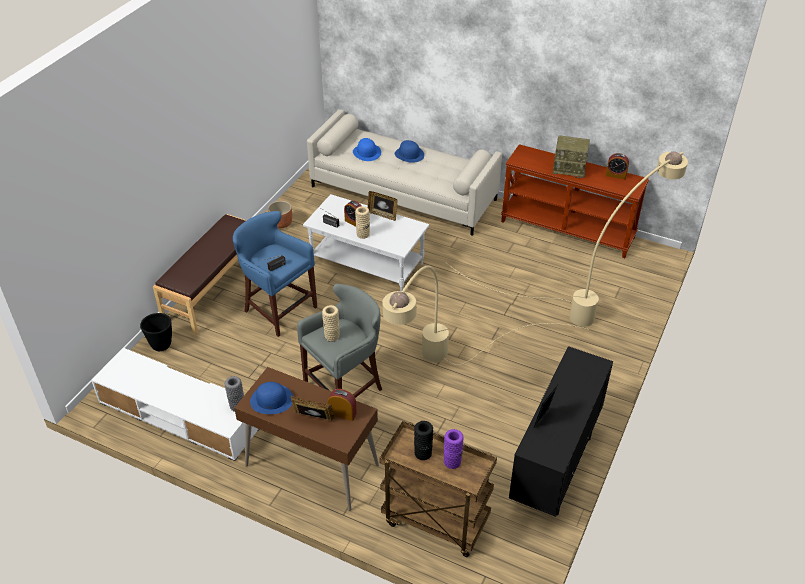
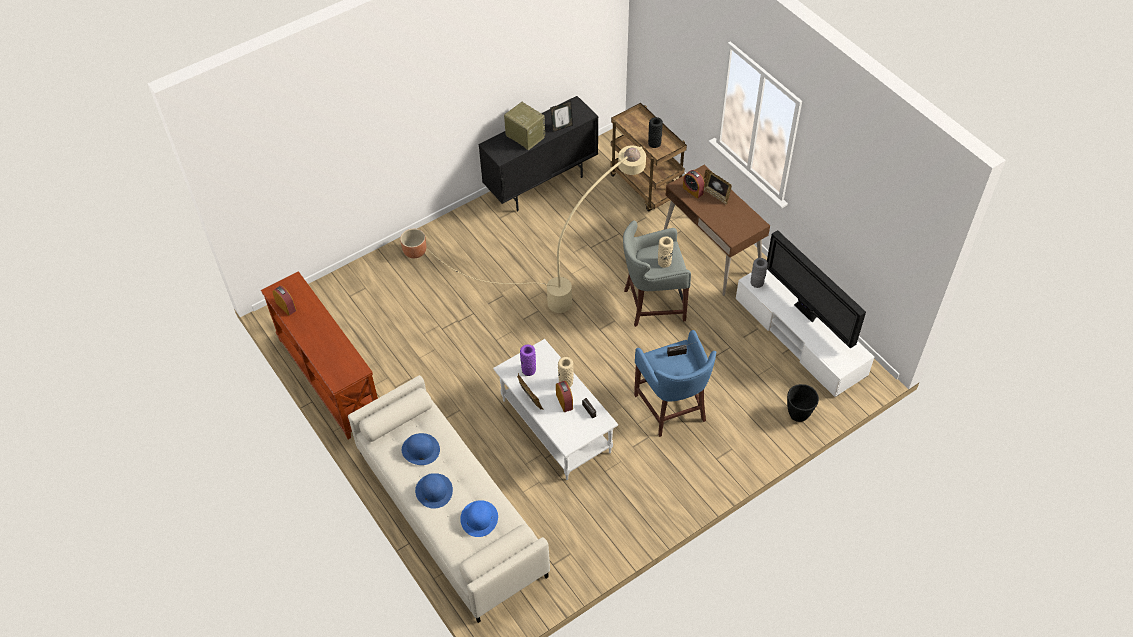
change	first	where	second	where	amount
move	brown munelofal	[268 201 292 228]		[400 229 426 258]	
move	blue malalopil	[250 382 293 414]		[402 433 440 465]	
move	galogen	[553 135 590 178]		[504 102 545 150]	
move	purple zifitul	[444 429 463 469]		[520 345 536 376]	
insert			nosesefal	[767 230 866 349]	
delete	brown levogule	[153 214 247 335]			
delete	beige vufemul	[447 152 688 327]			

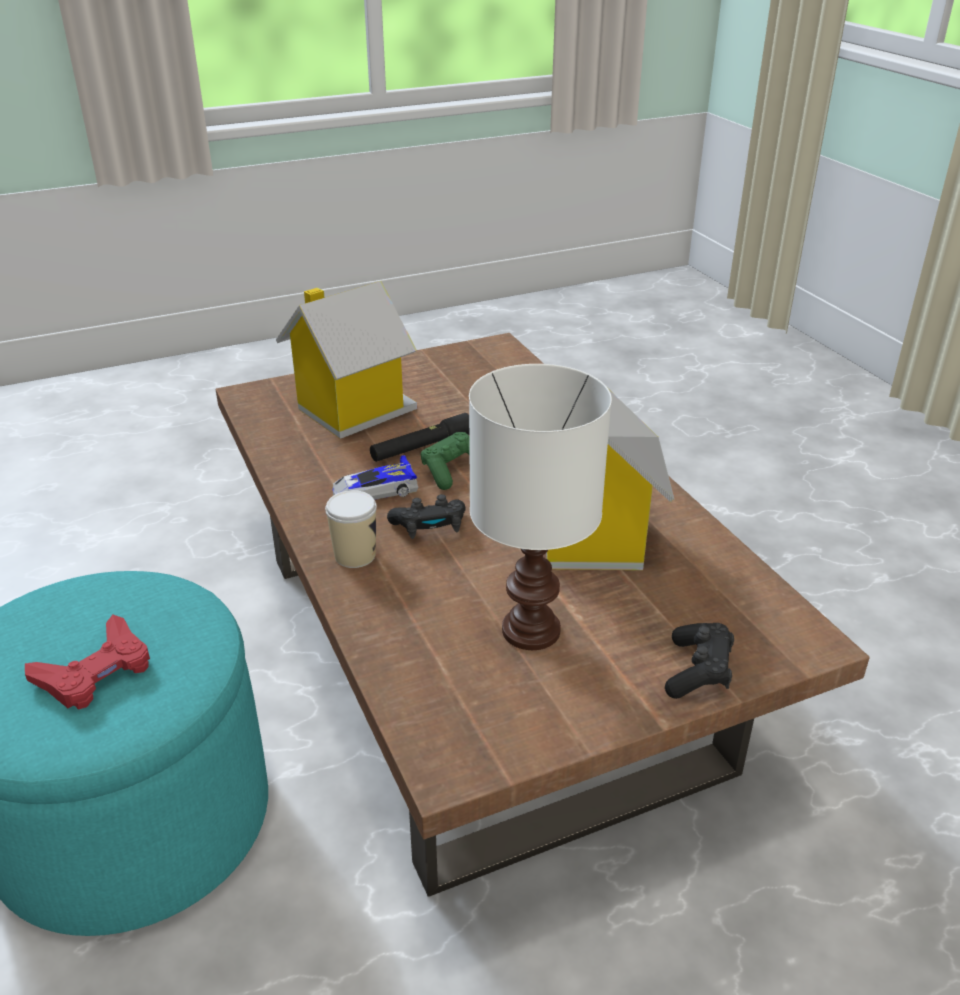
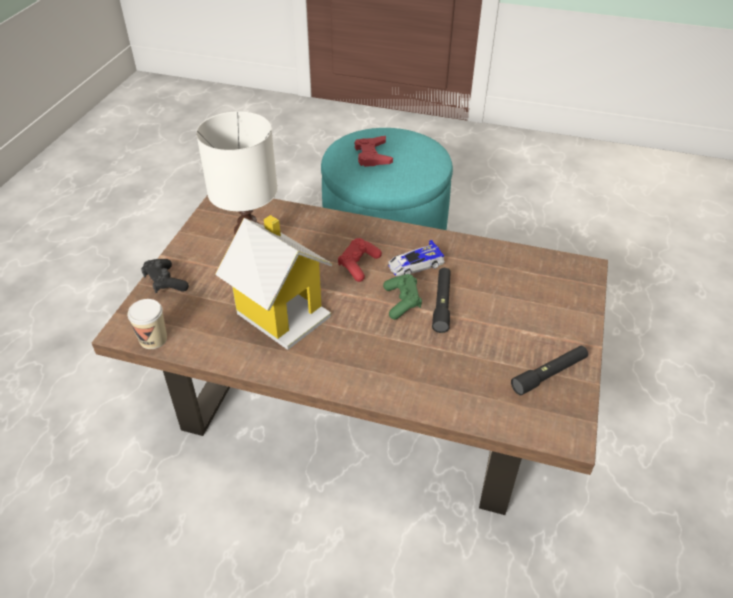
change	first	where	second	where	amount
move	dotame	[325 490 377 568]		[127 299 167 349]	
recolor	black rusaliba	[387 494 465 539]	red rusaliba	[338 238 382 282]	
rotate	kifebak	[332 455 419 500]		[388 240 444 276]	135 degrees counterclockwise
insert			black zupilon	[511 346 588 395]	
delete	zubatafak	[276 281 417 439]			

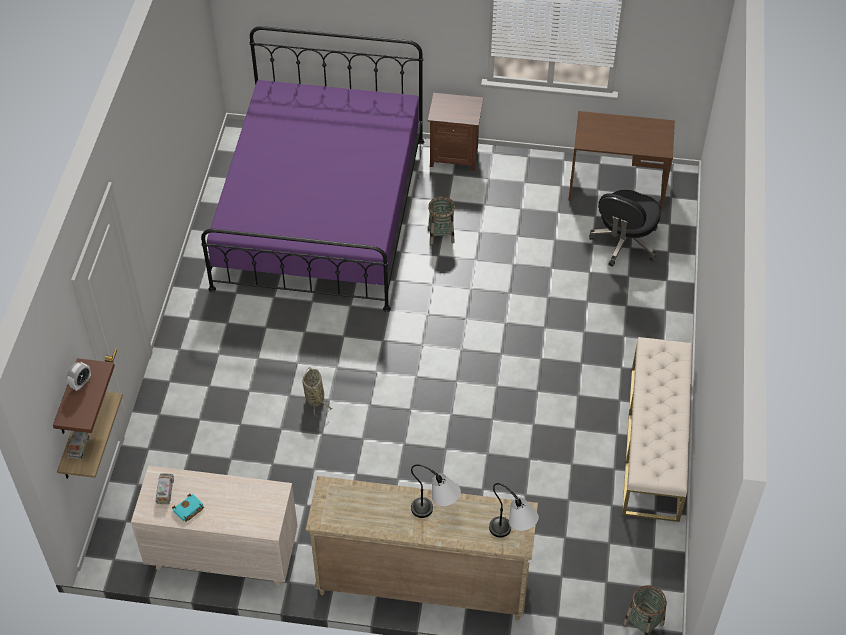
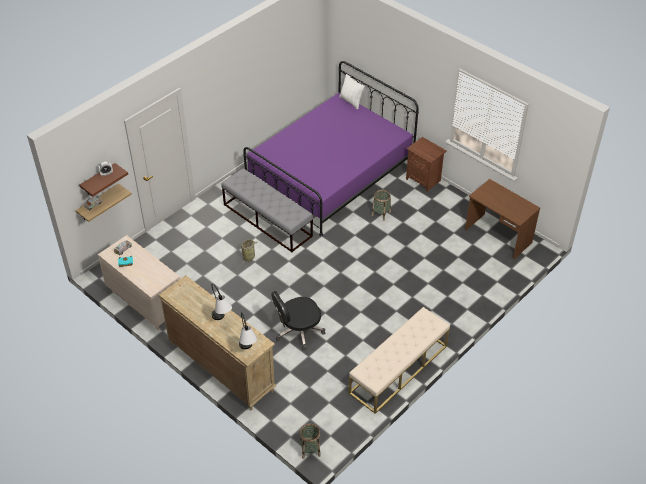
change	first	where	second	where	amount
insert			grey levogule	[221 168 313 252]	
move	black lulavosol	[589 190 661 267]		[271 291 325 351]	
insert			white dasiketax	[339 74 365 109]	

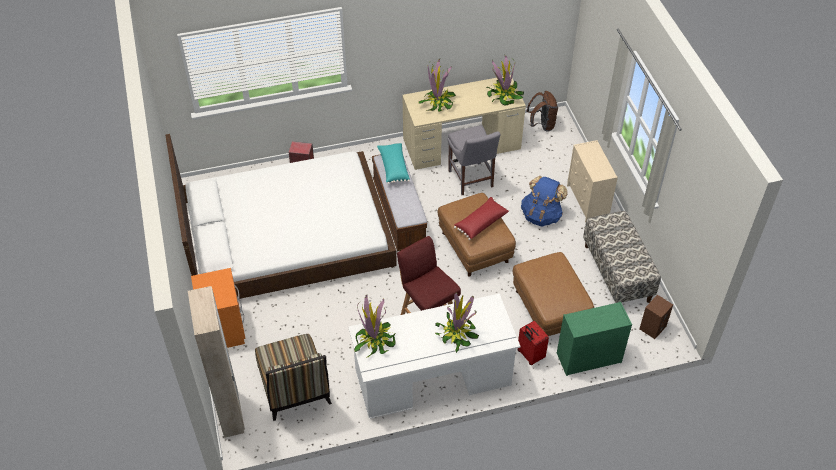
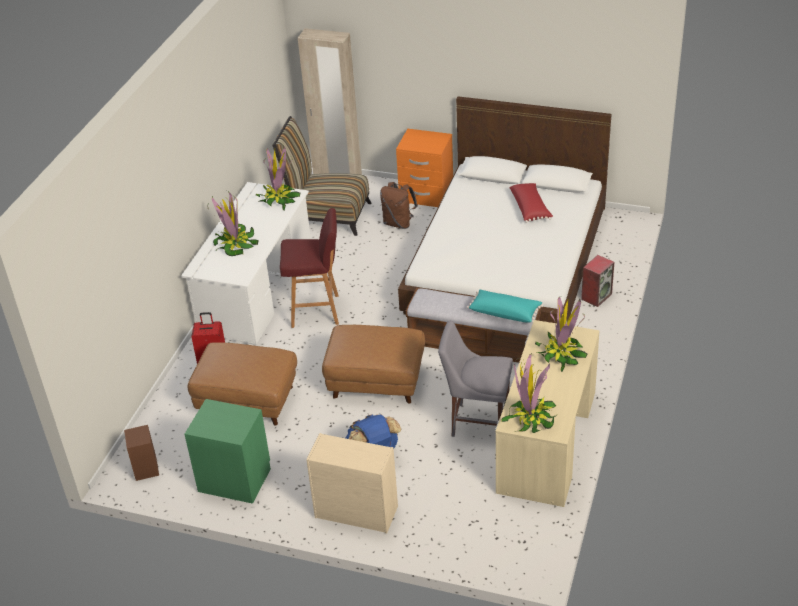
change	first	where	second	where	amount
replace	levogule	[583 211 661 303]	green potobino	[184 399 271 504]	
move	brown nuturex	[527 91 558 132]		[380 182 418 229]	
move	red dasiketax	[454 197 510 240]		[510 183 553 223]	
delete	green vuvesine	[557 302 632 376]			

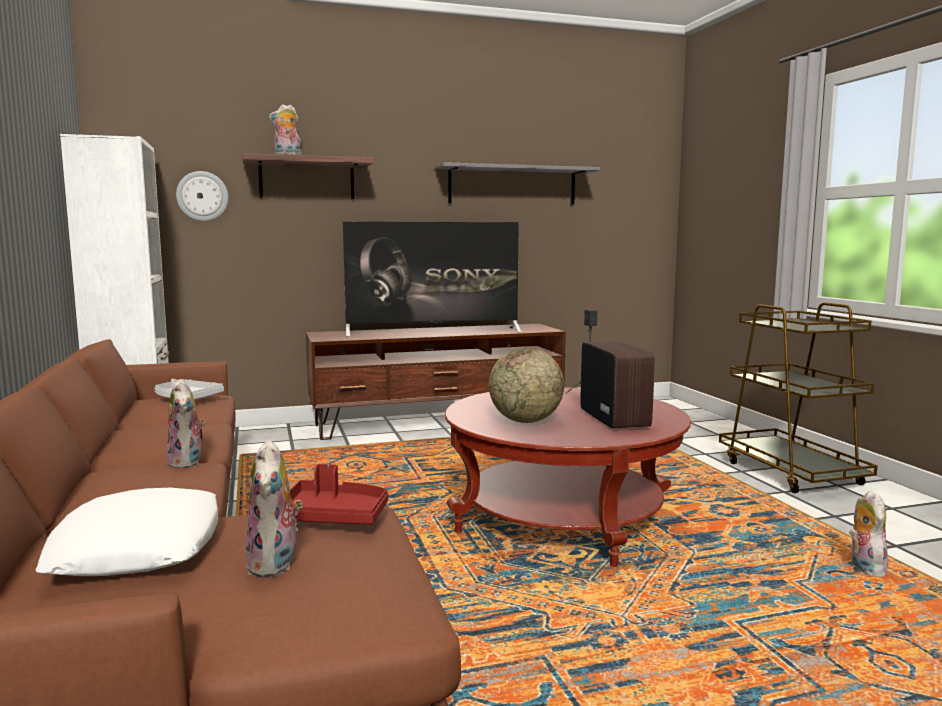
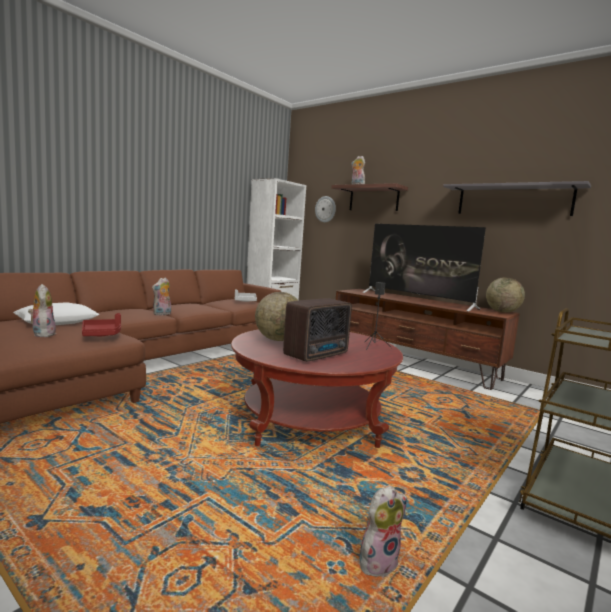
change	first	where	second	where	amount
rotate	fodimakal	[246 439 303 578]		[28 284 56 337]	105 degrees clockwise
insert			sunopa	[486 277 525 313]	

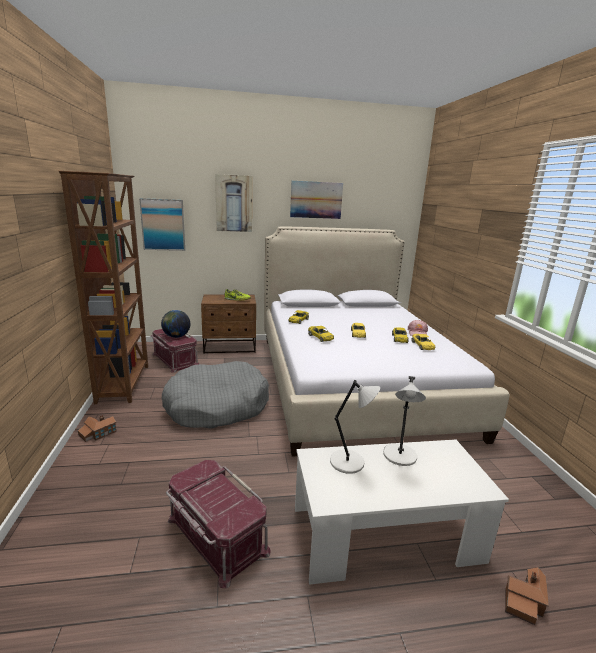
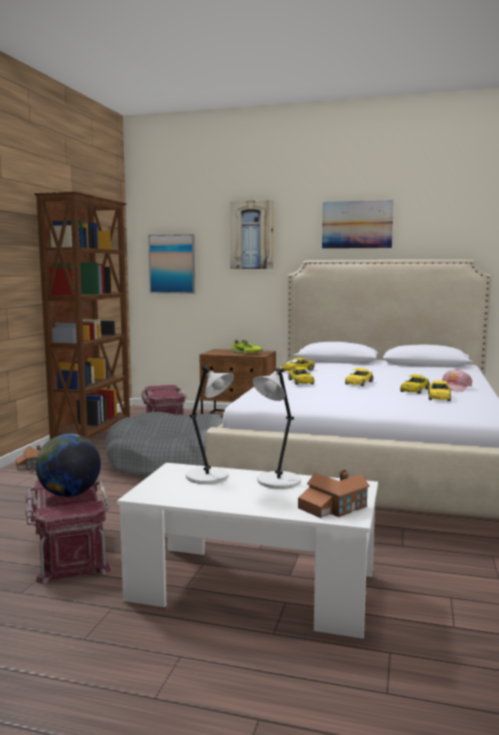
change	first	where	second	where	amount
move	sunopa	[161 310 190 338]		[36 434 101 497]	
move	zubatafak	[505 567 549 625]		[298 469 370 518]	

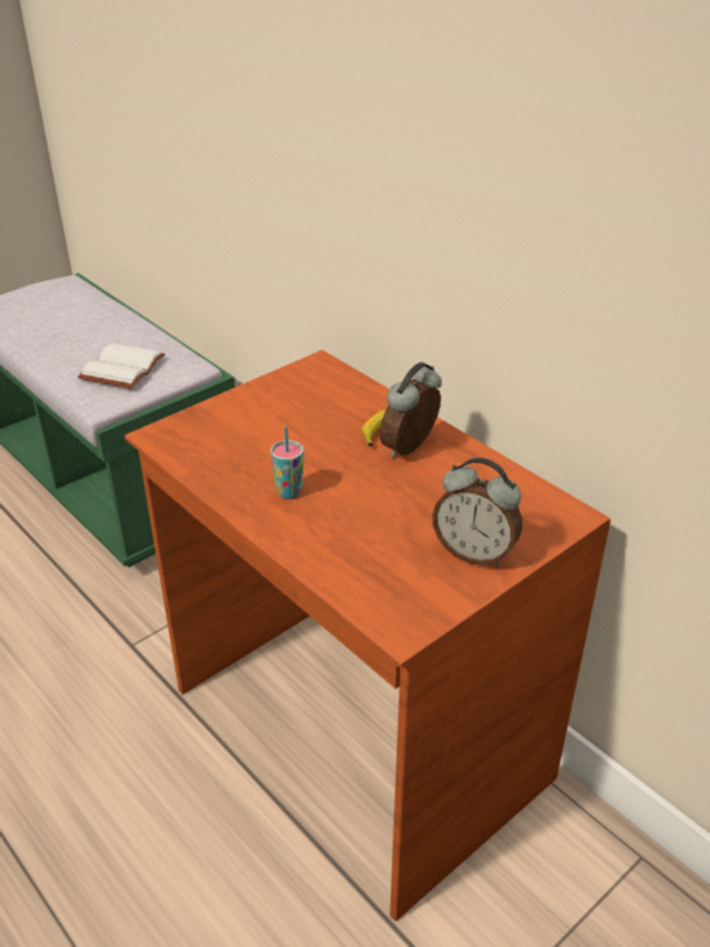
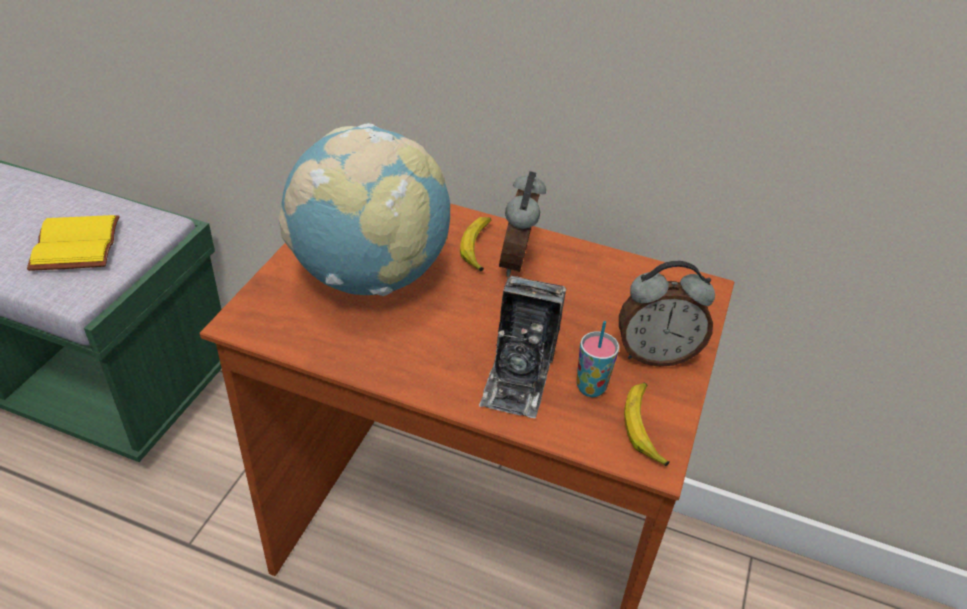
change	first	where	second	where	amount
recolor	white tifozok	[78 343 165 389]	yellow tifozok	[27 215 120 271]	
insert			sunopa	[279 123 450 296]	
insert			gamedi	[479 276 566 418]	
move	dotame	[271 427 304 499]		[576 321 619 397]	
insert			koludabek	[624 383 670 466]	

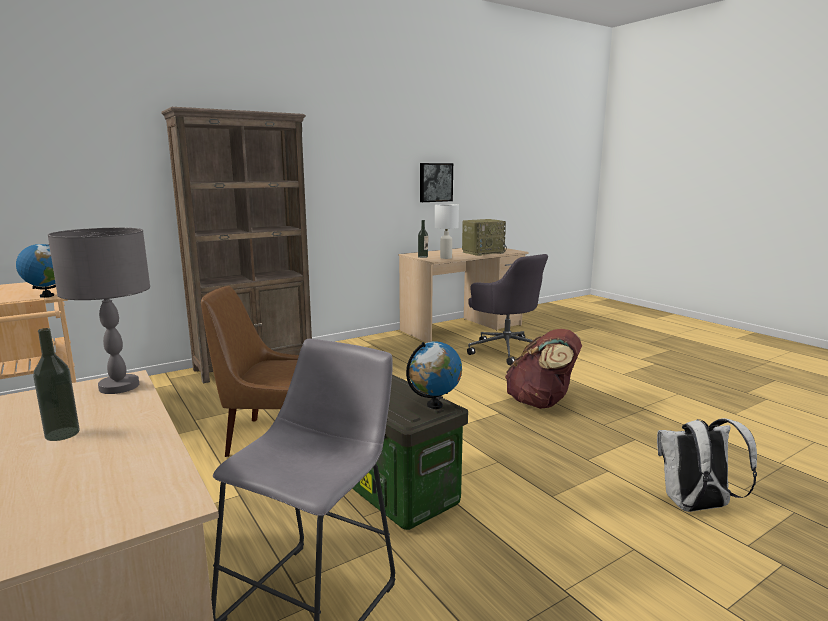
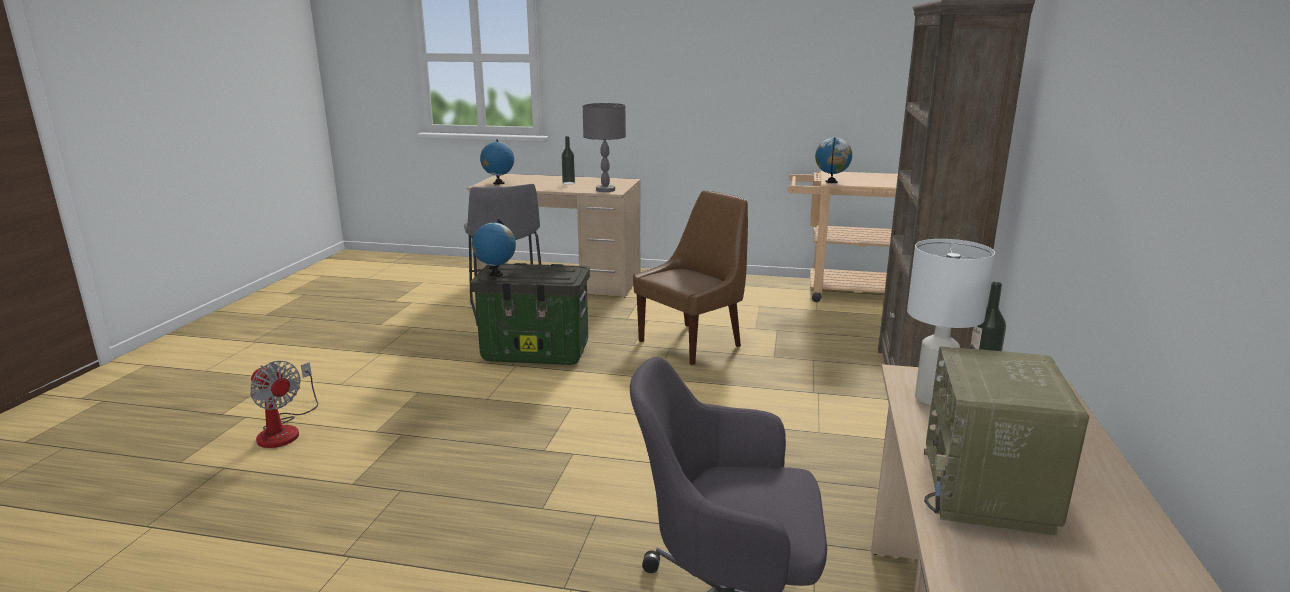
change	first	where	second	where	amount
replace	white nuturex	[657 418 757 512]	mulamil	[250 361 318 448]	
insert			sunopa	[480 139 514 184]	
delete	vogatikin	[420 163 453 202]			
delete	brown nuturex	[505 329 582 409]			

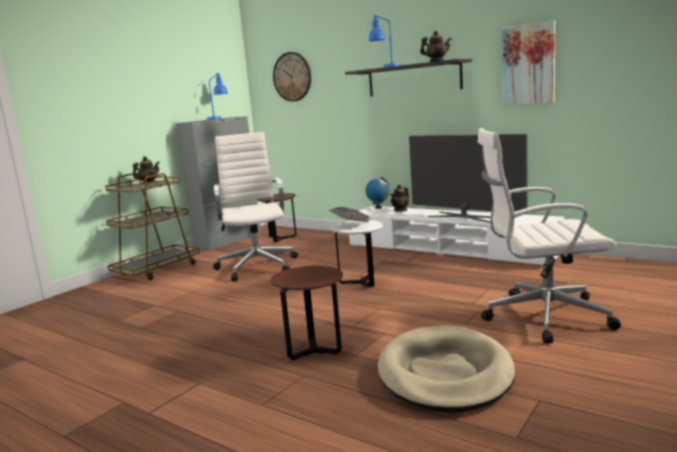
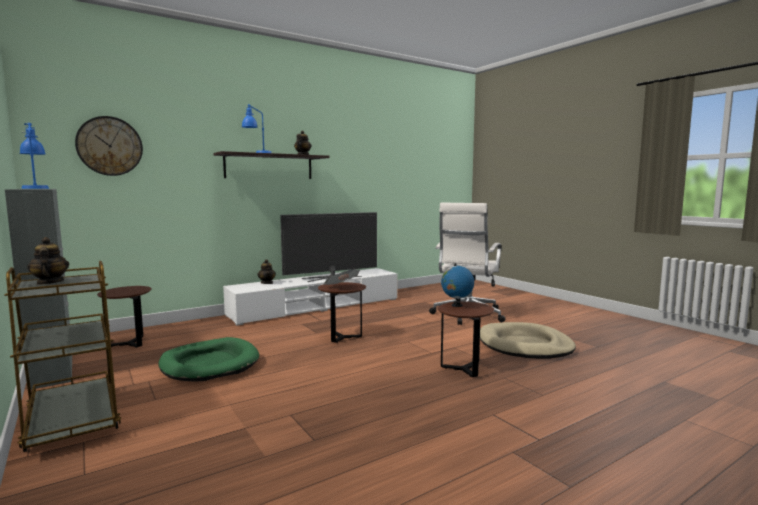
change	first	where	second	where	amount
replace	white lulavosol	[213 132 298 281]	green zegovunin	[159 337 259 382]	
recolor	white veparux	[331 220 383 288]	brown veparux	[318 282 366 343]	
move	sunopa	[365 177 389 209]		[441 263 474 307]	
delete	vogatikin	[502 21 555 106]			

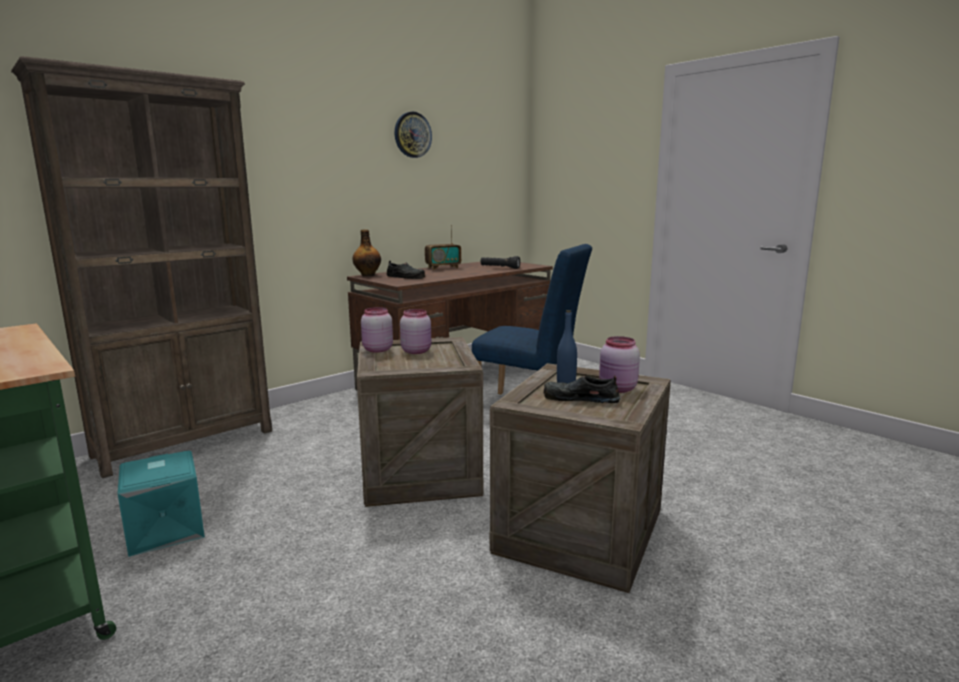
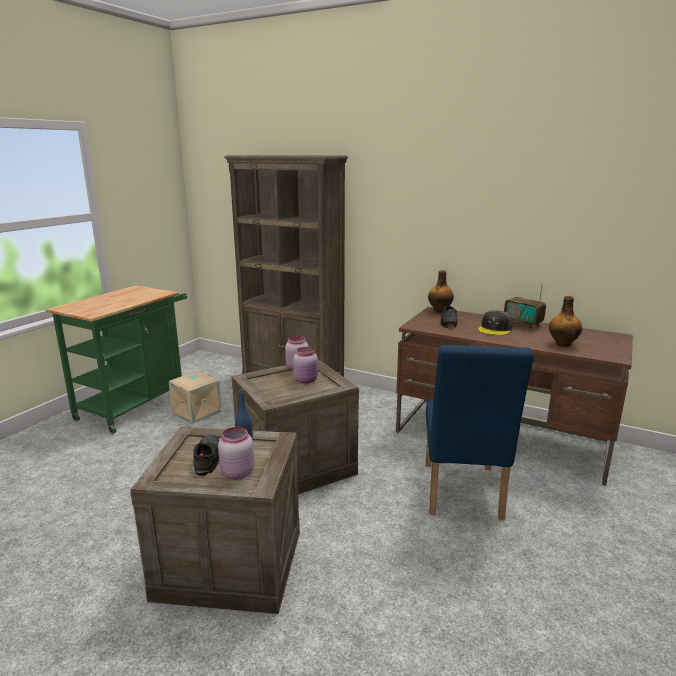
change	first	where	second	where	amount
recolor	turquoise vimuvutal	[117 451 205 557]	beige vimuvutal	[169 371 222 424]	
insert			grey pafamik	[478 310 513 335]	
replace	black zupilon	[481 256 520 269]	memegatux	[549 296 582 347]	
delete	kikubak	[395 112 432 158]			

